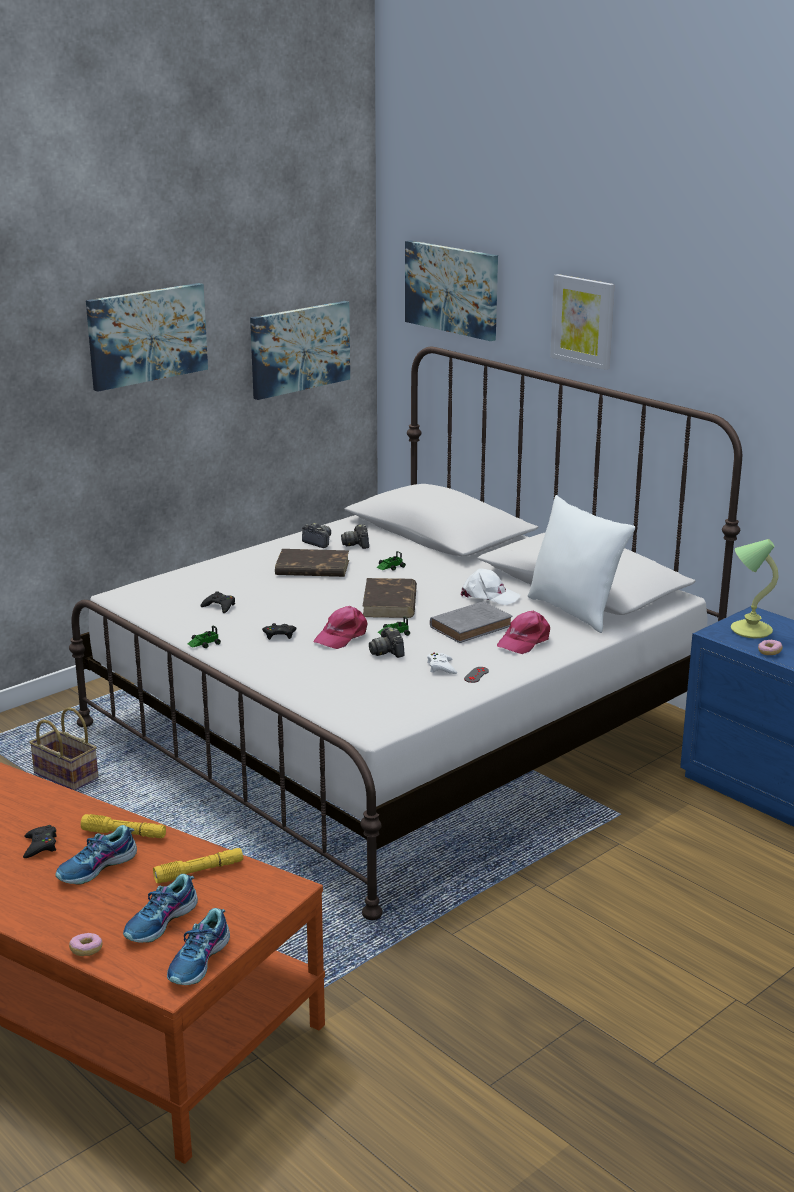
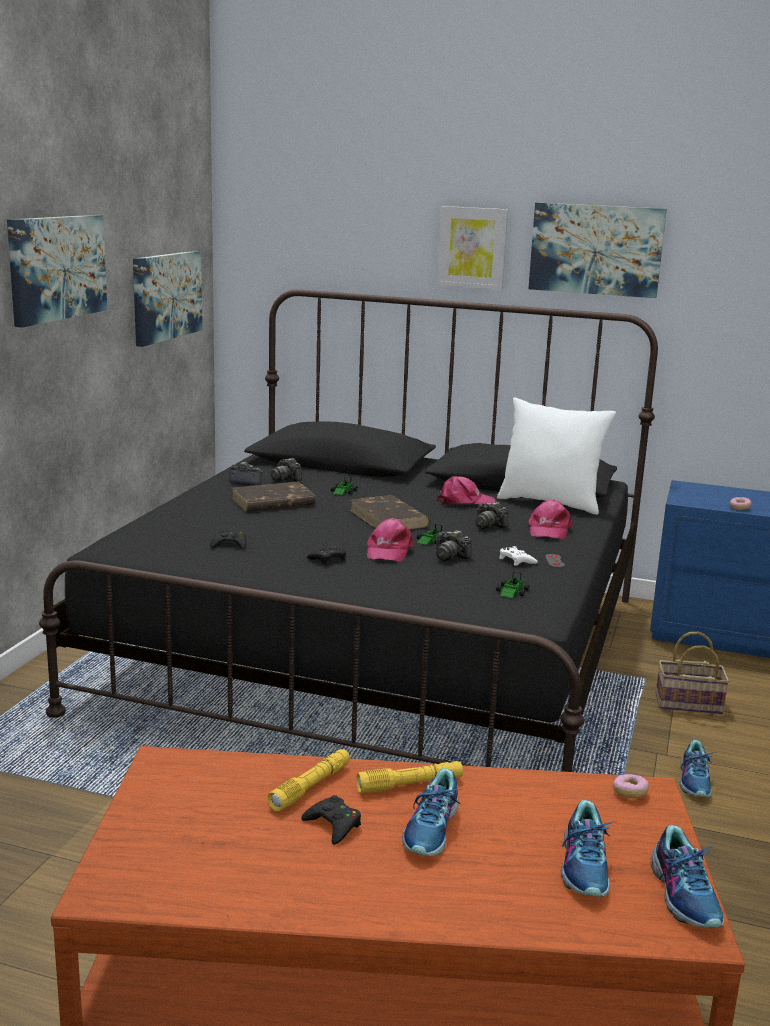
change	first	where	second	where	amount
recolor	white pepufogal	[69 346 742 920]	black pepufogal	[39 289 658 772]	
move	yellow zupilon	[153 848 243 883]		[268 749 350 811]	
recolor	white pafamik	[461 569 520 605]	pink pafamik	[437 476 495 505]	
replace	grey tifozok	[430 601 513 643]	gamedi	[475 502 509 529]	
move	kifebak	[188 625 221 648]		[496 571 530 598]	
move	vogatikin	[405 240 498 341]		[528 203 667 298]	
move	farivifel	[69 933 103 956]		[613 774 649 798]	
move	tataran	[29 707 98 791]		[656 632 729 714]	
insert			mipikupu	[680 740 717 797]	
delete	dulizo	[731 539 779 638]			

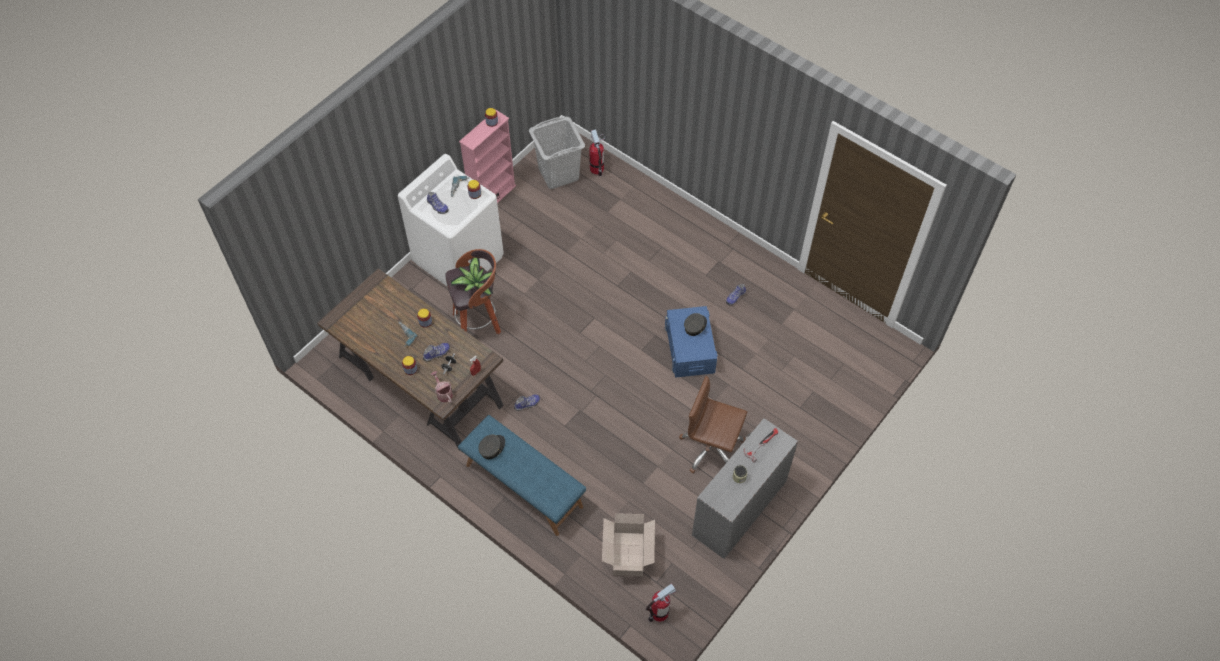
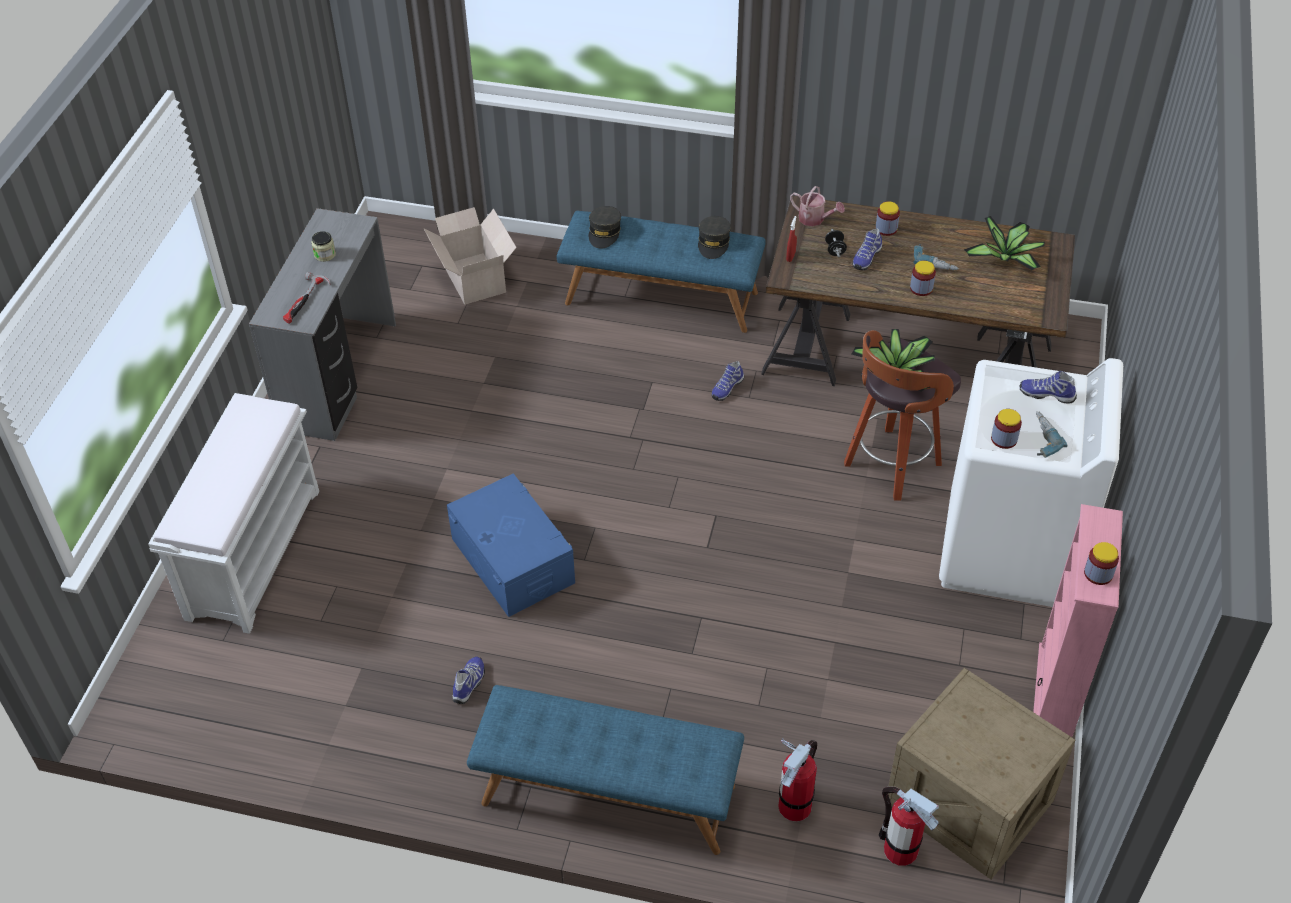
change	first	where	second	where	amount
insert			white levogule	[148 393 319 634]	
insert			blue levogule	[467 685 744 855]	
move	grey pafamik	[684 313 707 336]		[589 206 621 249]	
move	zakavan	[646 583 676 622]		[778 738 817 822]	
replace	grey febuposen	[529 117 585 189]	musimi	[888 668 1075 880]	
insert			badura	[964 216 1045 270]	
delete	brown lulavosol	[679 376 747 473]			

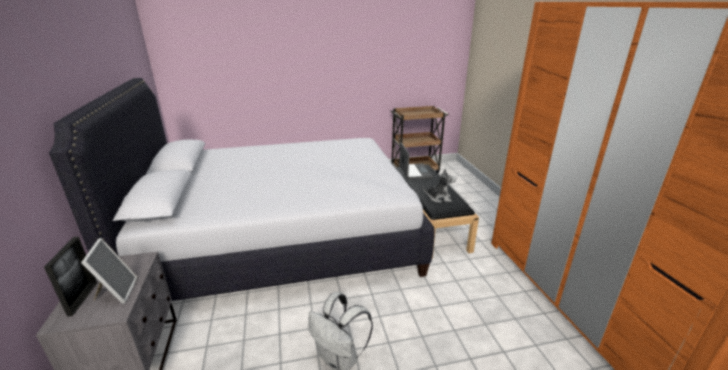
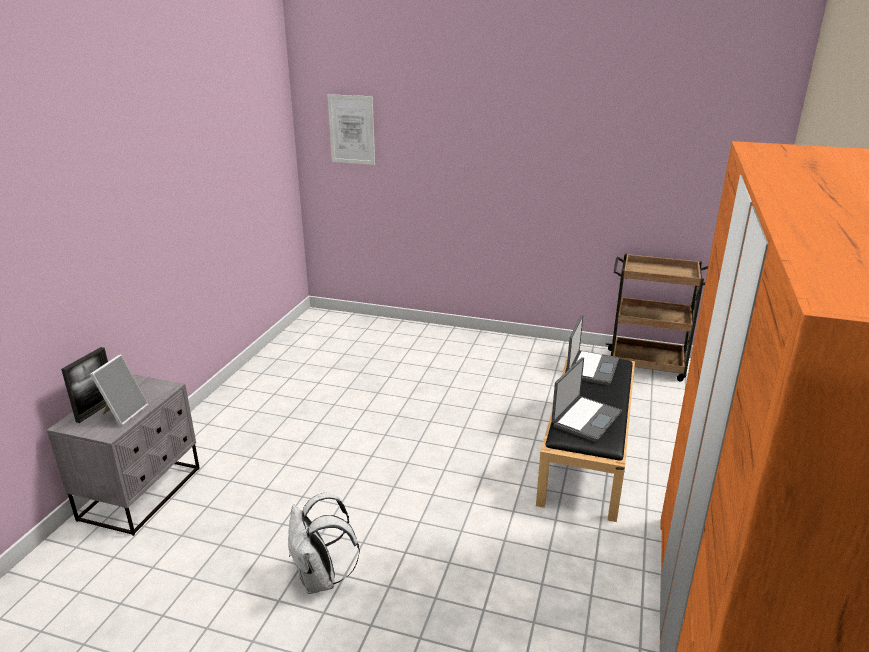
change	first	where	second	where	amount
insert			vogatikin	[327 94 375 165]	
replace	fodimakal	[423 168 456 203]	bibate	[551 357 622 442]	
delete	white pepufogal	[49 78 435 301]			

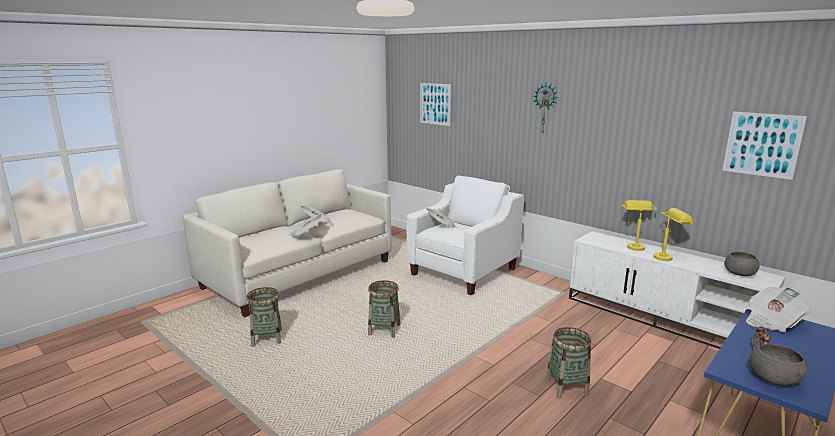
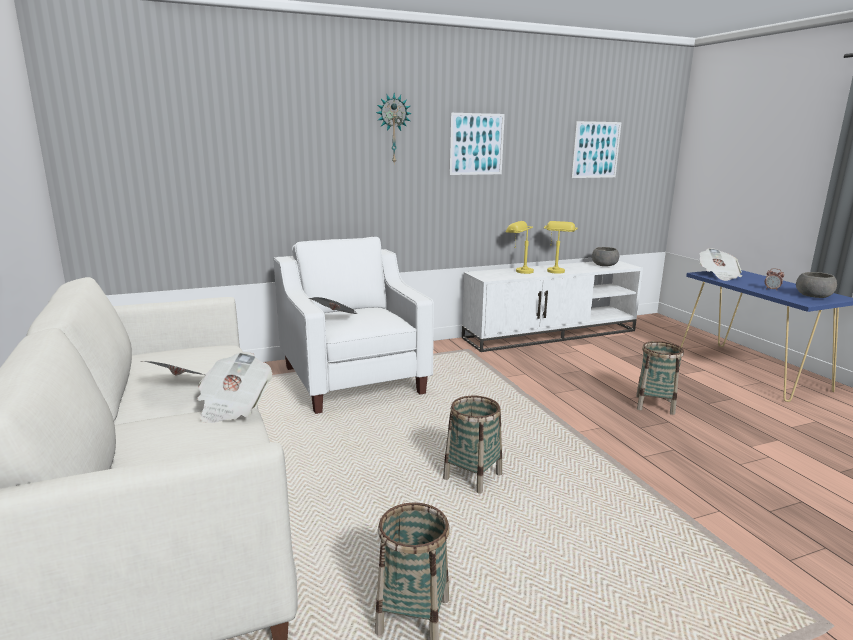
change	first	where	second	where	amount
move	vogatikin	[420 83 451 126]		[449 113 505 175]	

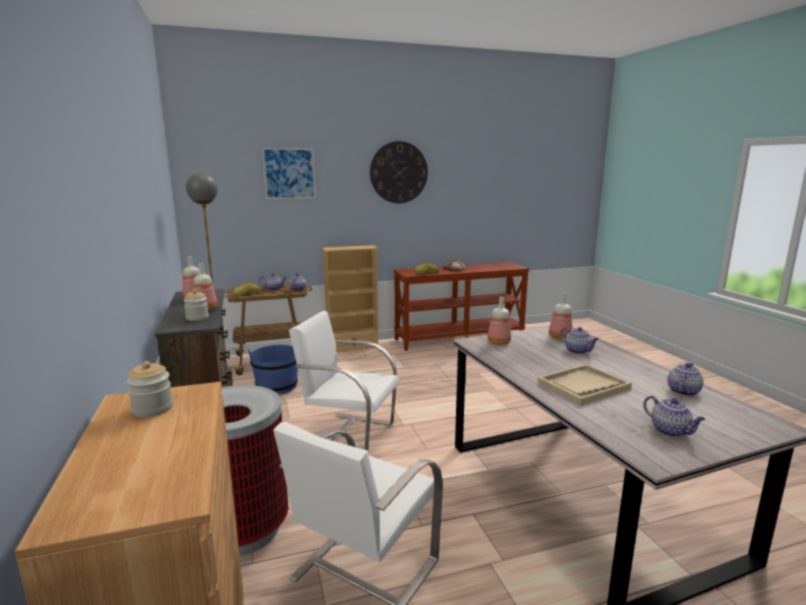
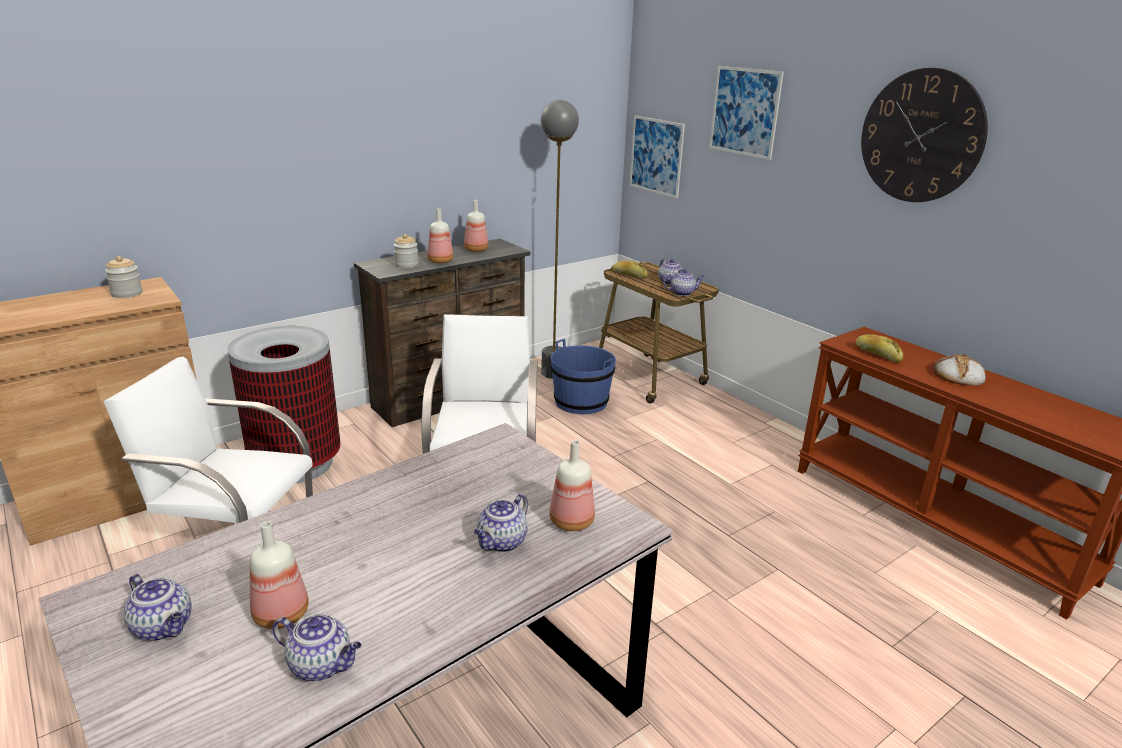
change	first	where	second	where	amount
rotate	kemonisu	[643 396 706 437]		[124 574 191 641]	90 degrees counterclockwise
move	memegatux	[487 296 511 345]		[250 521 309 629]	
insert			vogatikin	[630 116 685 198]	
delete	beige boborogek	[322 245 379 352]			
delete	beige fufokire	[537 364 632 406]			

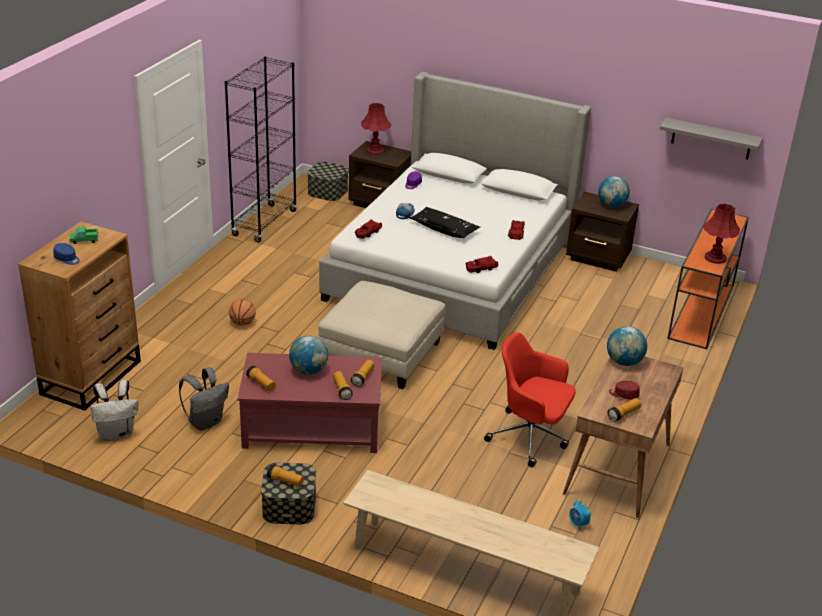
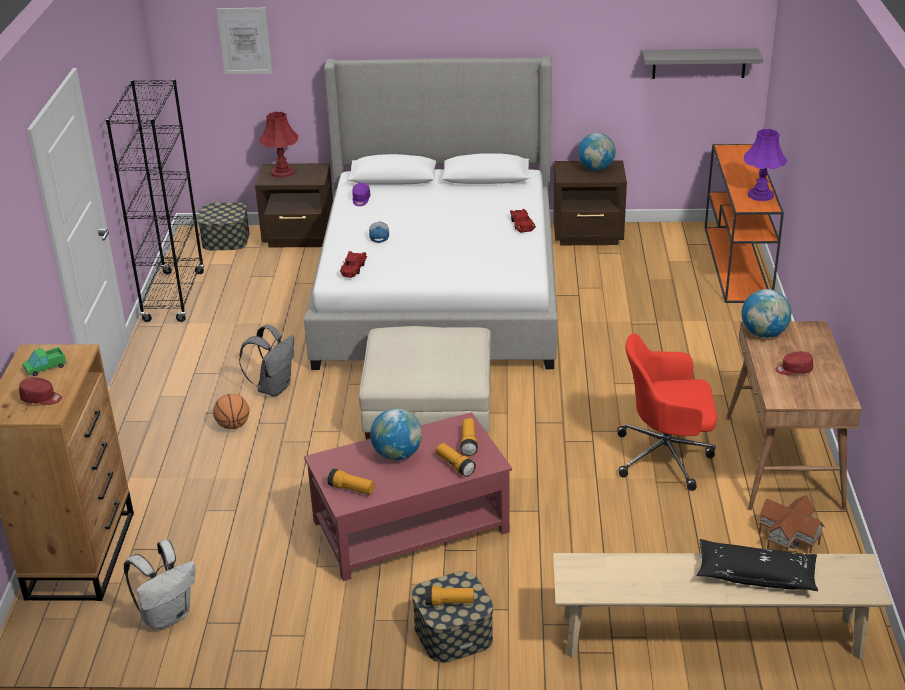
change	first	where	second	where	amount
recolor	blue pafamik	[53 243 80 265]	red pafamik	[19 377 62 405]	
insert			vogatikin	[217 8 272 74]	
move	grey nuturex	[179 367 229 430]		[239 325 294 397]	
move	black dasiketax	[409 207 480 239]		[696 539 818 591]	
recolor	red dulizo	[703 204 740 264]	purple dulizo	[744 129 787 201]	
replace	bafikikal	[569 500 591 531]	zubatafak	[758 495 825 554]	
delete	red kifebak	[466 256 498 273]			
delete	zupilon	[607 398 641 422]			

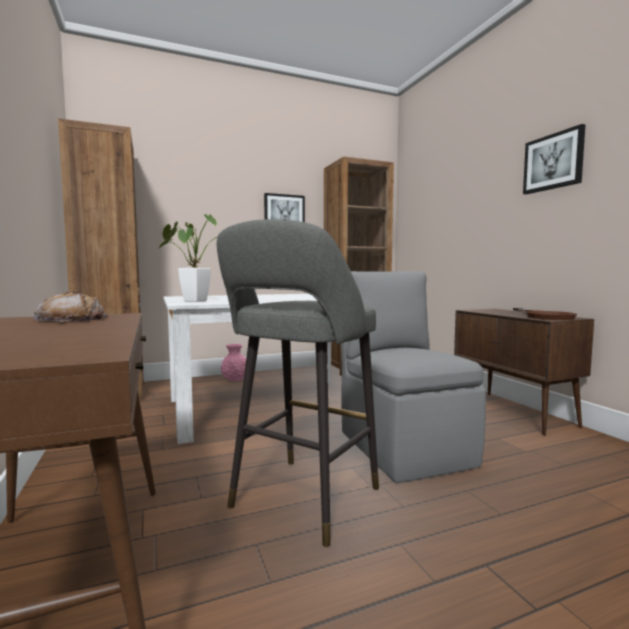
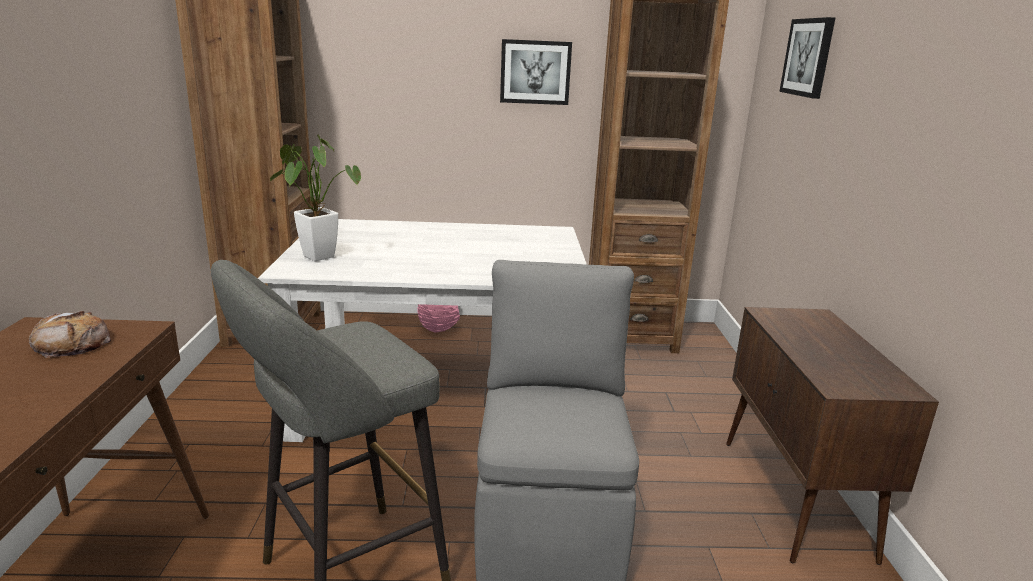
change	first	where	second	where	amount
move	vogatikin	[523 124 585 194]		[779 17 835 99]	
delete	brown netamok	[513 308 577 320]			

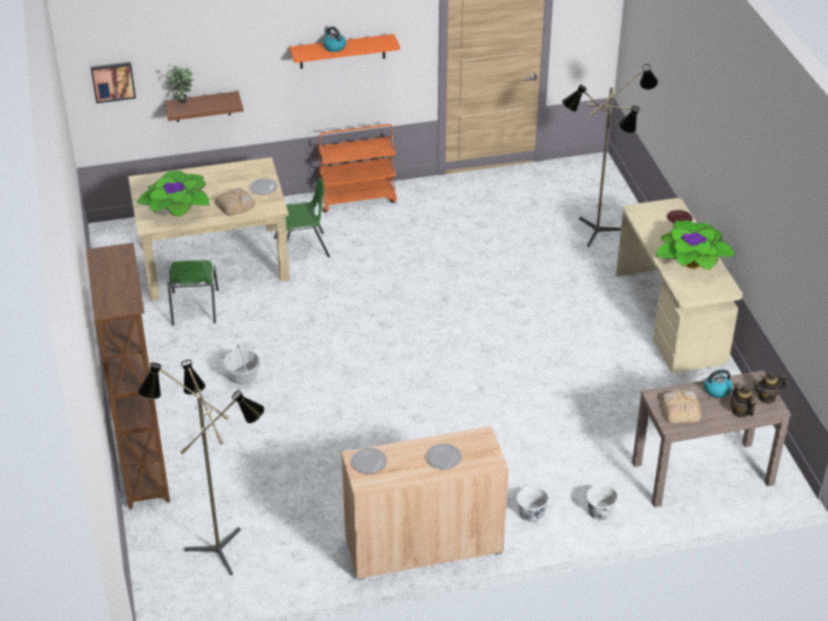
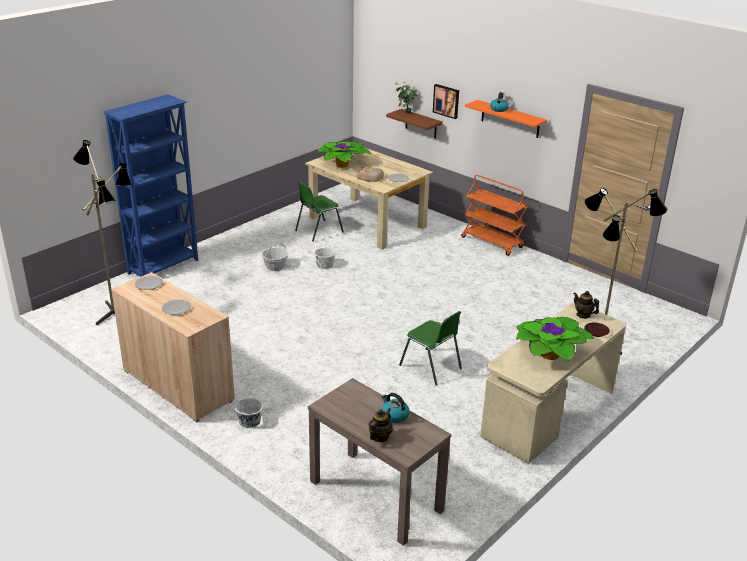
change	first	where	second	where	amount
recolor	brown boborogek	[86 243 170 509]	blue boborogek	[103 94 198 277]	
move	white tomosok	[586 482 618 520]		[314 245 336 269]	
move	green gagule	[274 178 330 257]		[399 311 462 385]	
move	vogatikin	[91 62 136 103]		[433 84 459 119]	
move	kemonisu	[753 373 786 403]		[573 291 599 319]	
delete	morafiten	[661 390 701 423]			

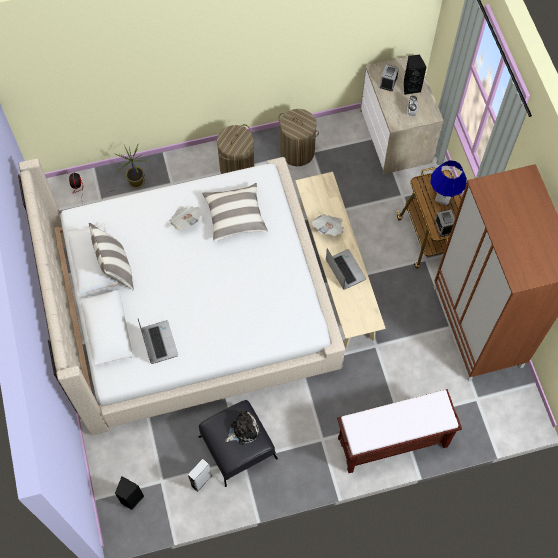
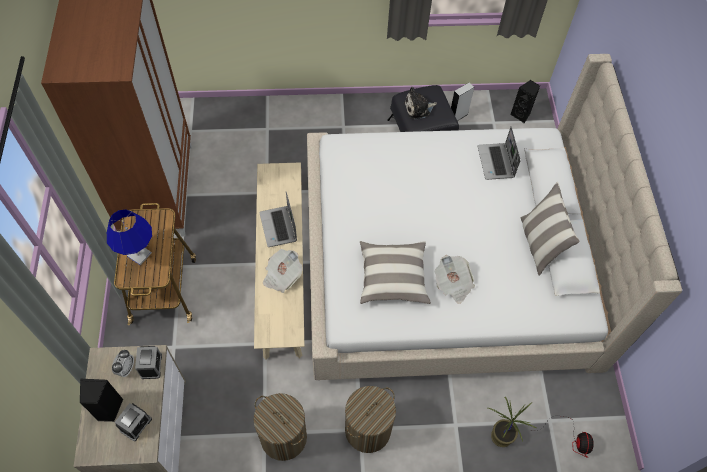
change	first	where	second	where	amount
move	bafikikal	[435 209 455 237]		[135 346 162 379]	
delete	brown levogule	[337 389 462 473]			

